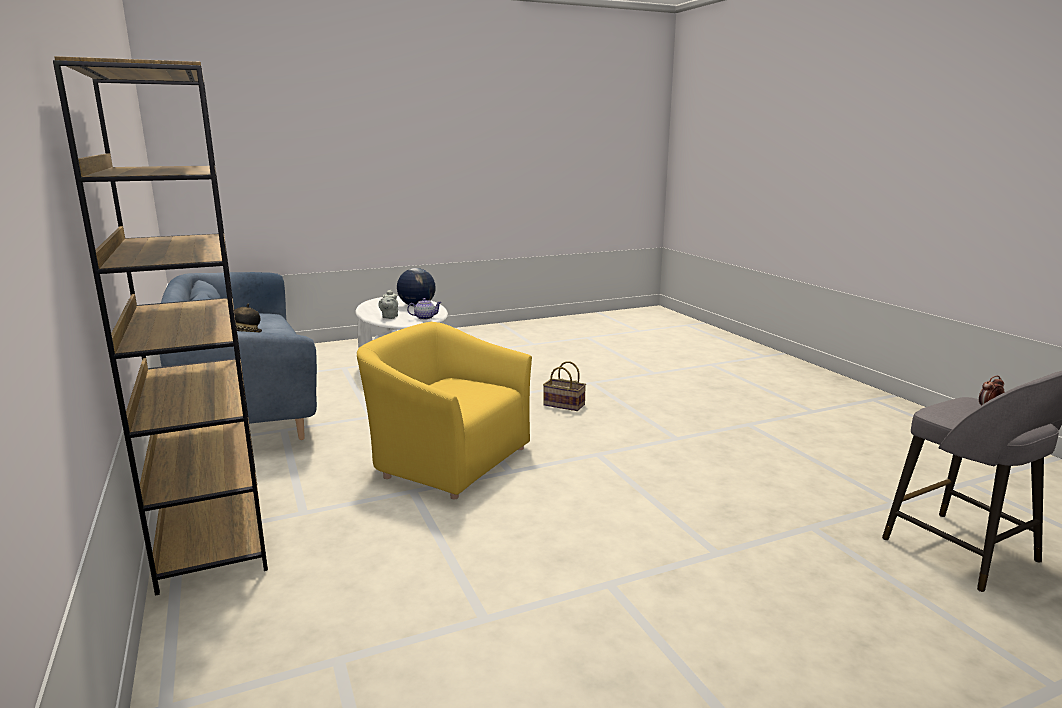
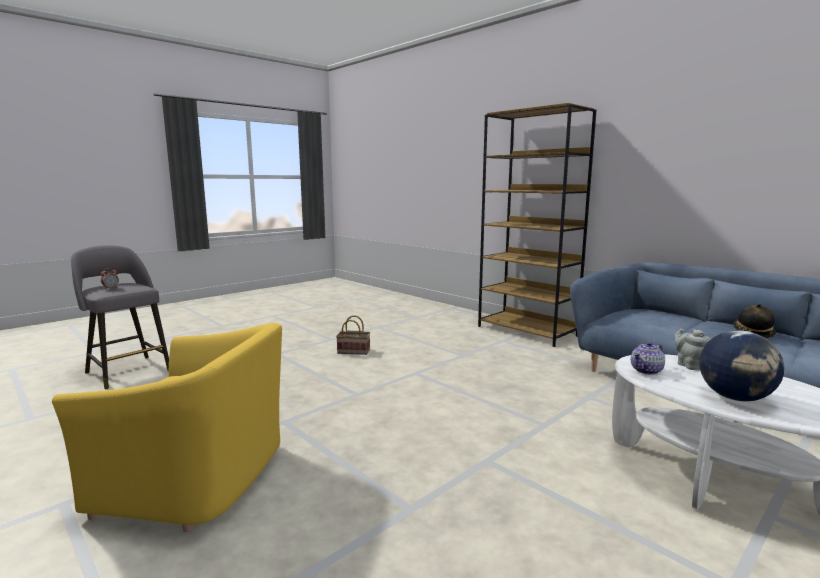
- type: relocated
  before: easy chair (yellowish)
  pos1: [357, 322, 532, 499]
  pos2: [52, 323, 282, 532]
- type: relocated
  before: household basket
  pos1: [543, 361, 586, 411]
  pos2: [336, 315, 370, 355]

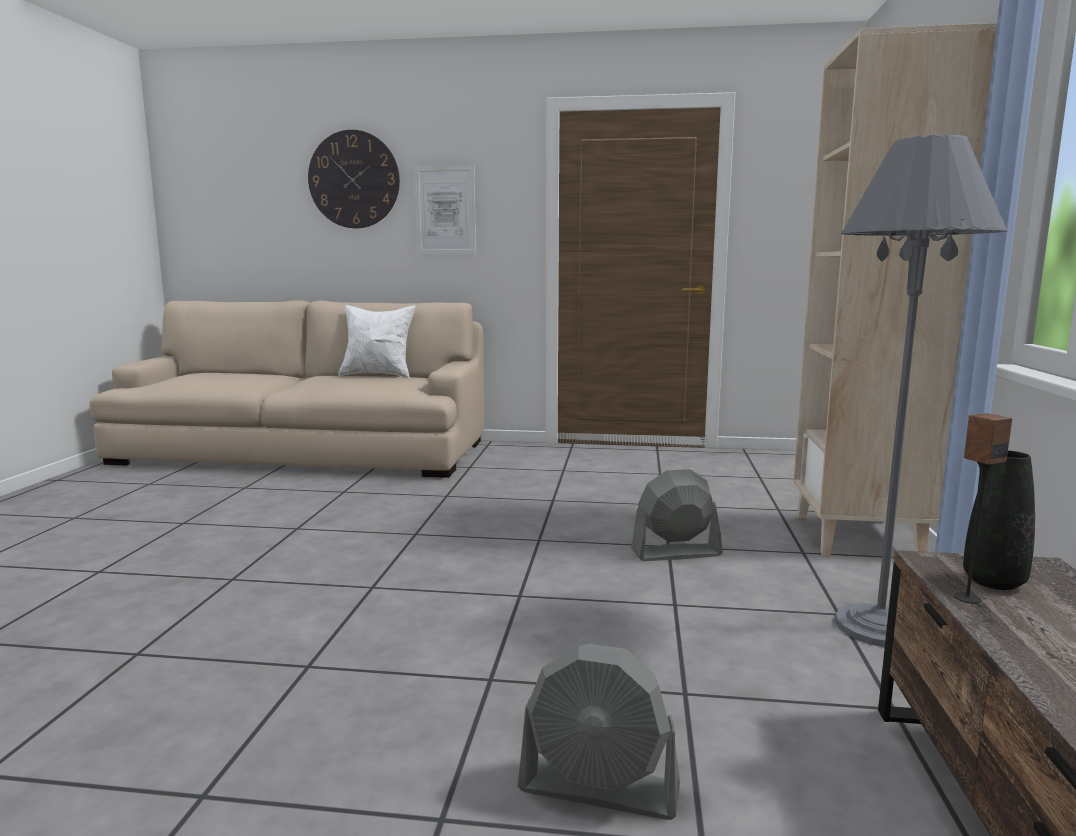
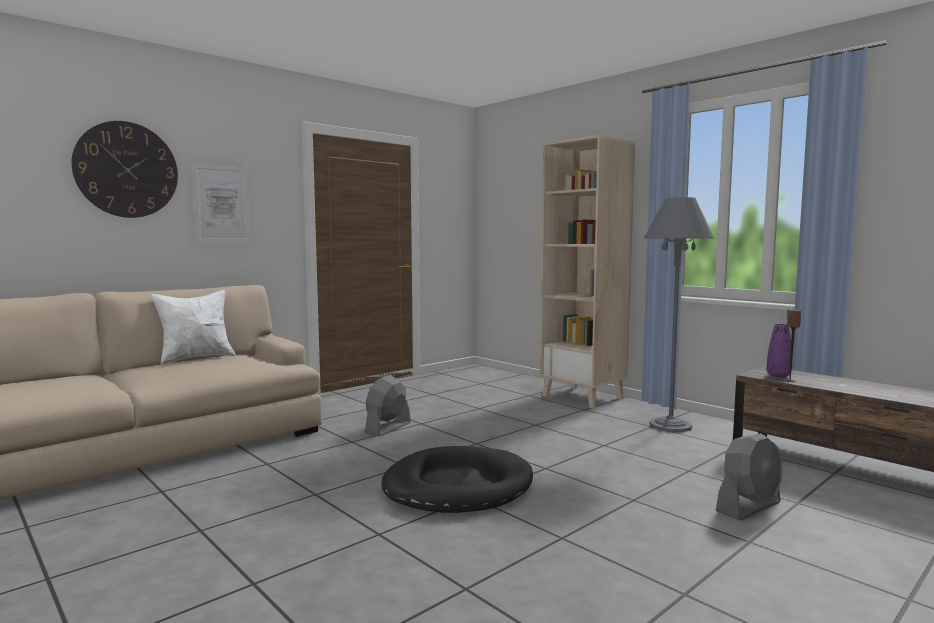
- type: relocated
  before: electric fan (greyish)
  pos1: [631, 469, 723, 561]
  pos2: [365, 375, 411, 436]
- type: colour
  before: decorative vase (blackish)
  after: decorative vase (purple-coloured)
  pos1: [963, 450, 1035, 590]
  pos2: [767, 324, 792, 377]
- type: appeared
  after: dog bed (blackish)
  pos2: [381, 446, 533, 513]

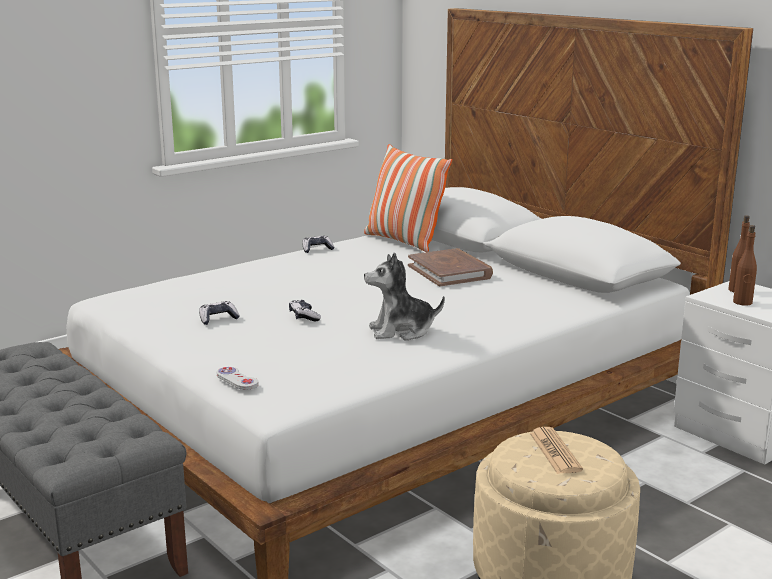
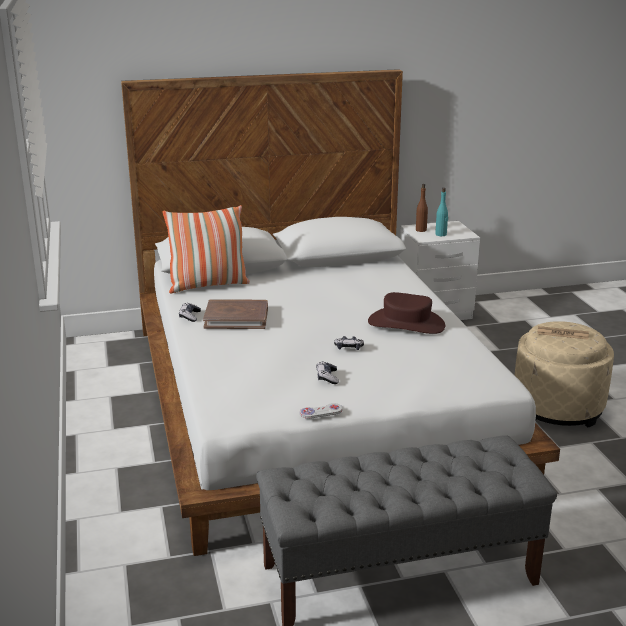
- type: relocated
  before: gamepad (whitish)
  pos1: [217, 367, 259, 390]
  pos2: [300, 403, 343, 419]
- type: exchanged
  before: cuddly toy
  after: wearable hat (brown-coloured)
  pos1: [364, 252, 445, 340]
  pos2: [368, 292, 445, 334]
- type: relocated
  before: book (brown-coloured)
  pos1: [408, 248, 493, 287]
  pos2: [203, 299, 268, 329]
- type: colour
  before: bottle (brown-coloured)
  after: bottle (turquoise-coloured)
  pos1: [733, 225, 757, 306]
  pos2: [435, 188, 448, 236]

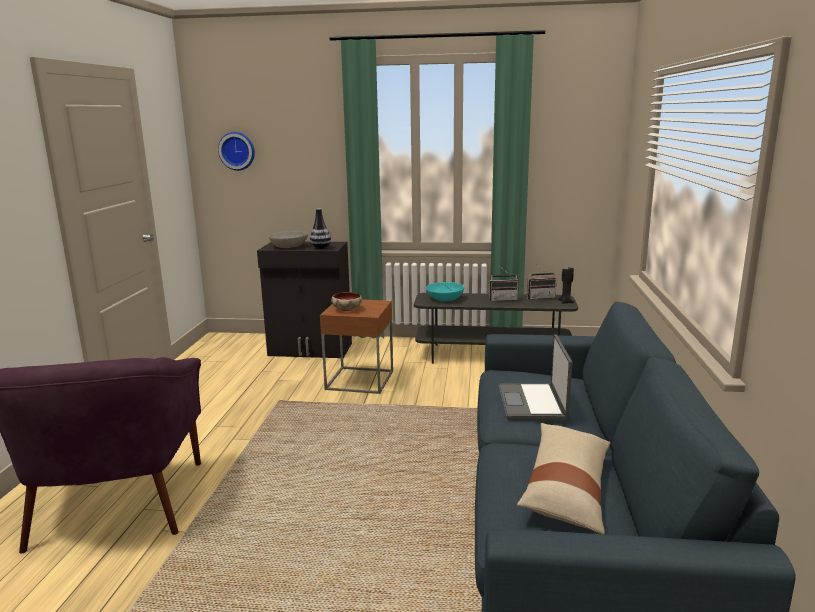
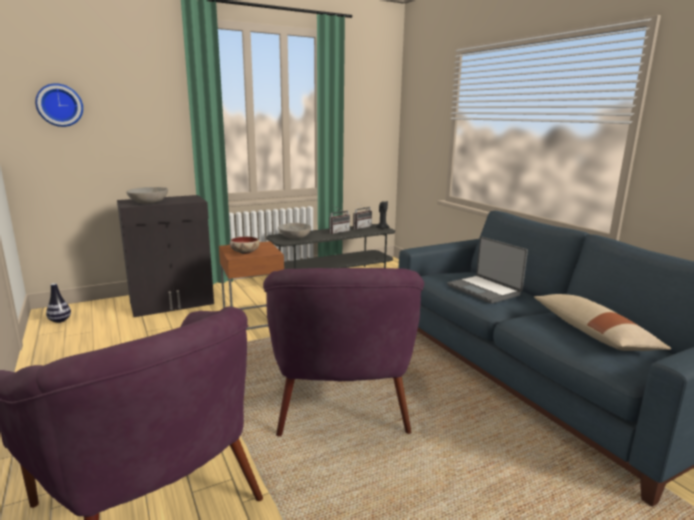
- type: relocated
  before: decorative vase
  pos1: [310, 208, 331, 249]
  pos2: [46, 283, 71, 323]
- type: colour
  before: serving bowl (turquoise-coloured)
  after: serving bowl (greyish)
  pos1: [426, 282, 464, 301]
  pos2: [278, 223, 311, 239]
- type: appeared
  after: easy chair (purple-coloured)
  pos2: [263, 268, 424, 436]

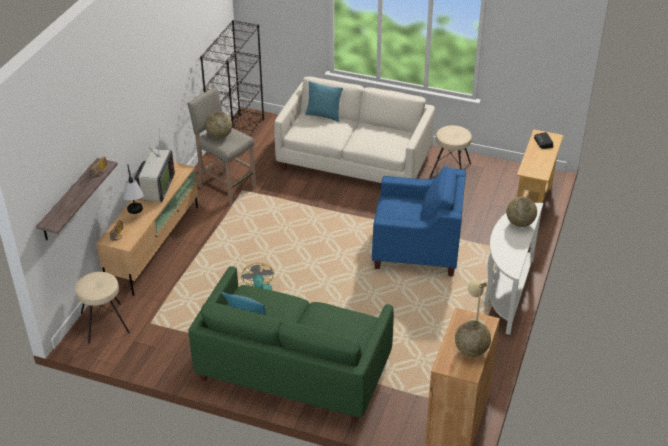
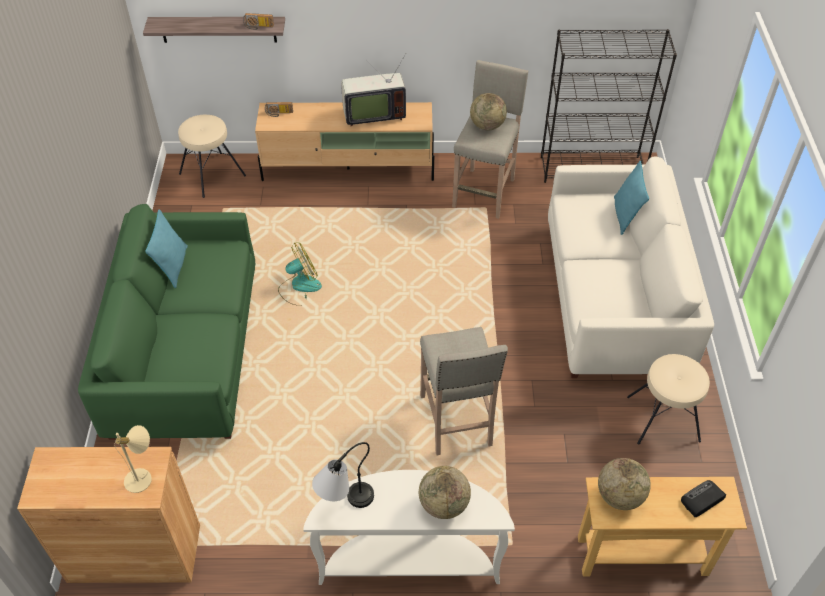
- type: relocated
  before: tabletop lamp
  pos1: [123, 164, 144, 214]
  pos2: [312, 442, 374, 508]
- type: exchanged
  before: easy chair (blue-coloured)
  after: sitting stool (beige)
  pos1: [372, 166, 466, 276]
  pos2: [420, 327, 508, 455]
- type: relocated
  before: globe
  pos1: [455, 321, 491, 357]
  pos2: [598, 458, 651, 510]

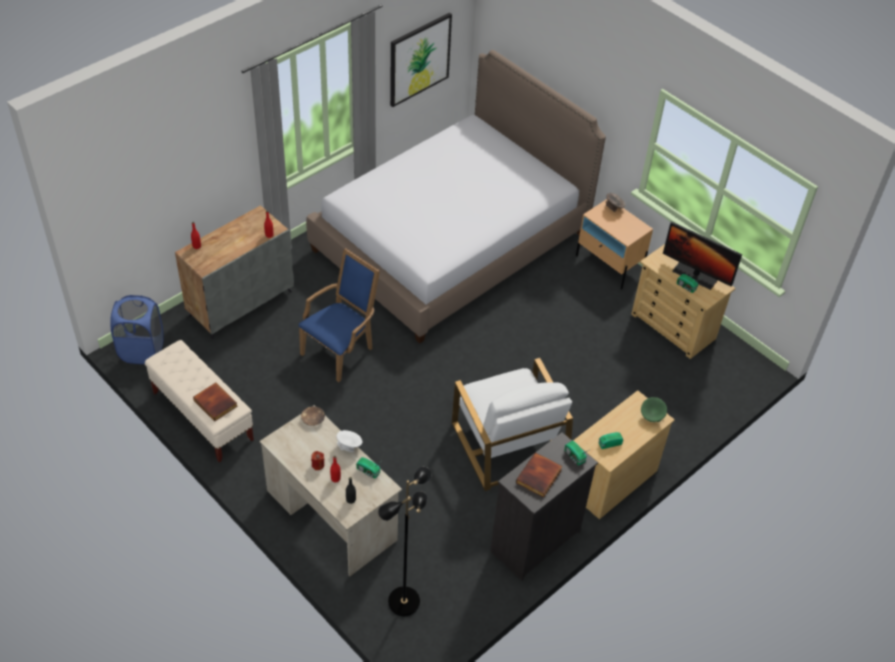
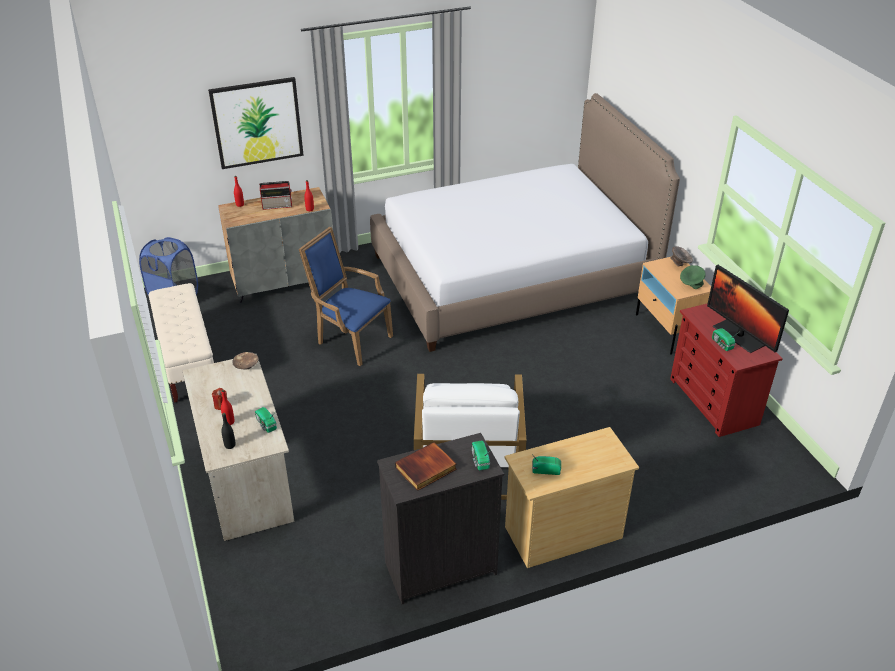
- type: missing
  before: book
  pos1: [193, 383, 238, 421]
- type: spun
  before: easy chair (blue-coloured)
  pos1: [299, 248, 380, 382]
  pos2: [299, 227, 393, 366]
  turn: -120
- type: missing
  before: serving bowl (whitish)
  pos1: [336, 430, 362, 452]
- type: missing
  before: standing lamp (blackish)
  pos1: [378, 467, 431, 616]
- type: relocated
  before: wall picture
  pos1: [390, 13, 452, 107]
  pos2: [208, 77, 304, 169]
- type: colour
  before: dresser (beige)
  after: dresser (reddish)
  pos1: [631, 244, 735, 359]
  pos2: [670, 303, 783, 437]
- type: relocated
  before: serving bowl (green)
  pos1: [641, 397, 667, 422]
  pos2: [680, 265, 706, 289]
- type: appeared
  after: radio
  pos2: [259, 181, 292, 210]

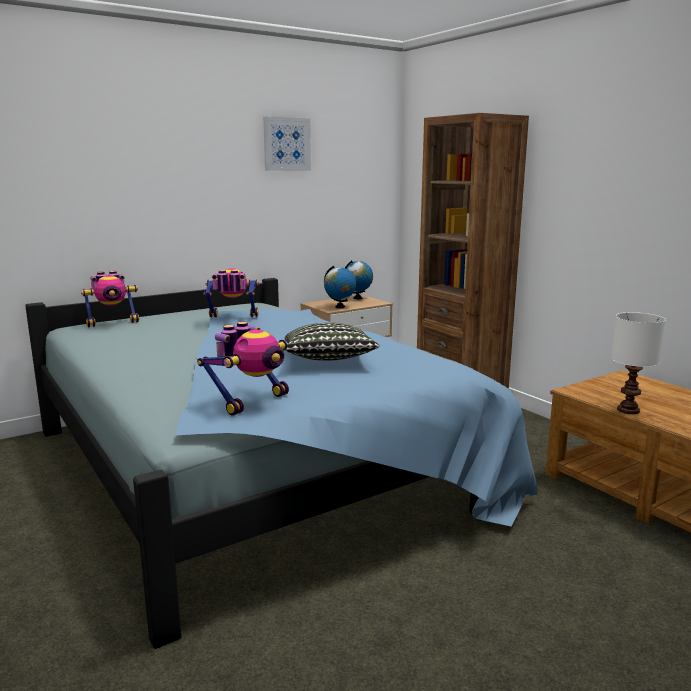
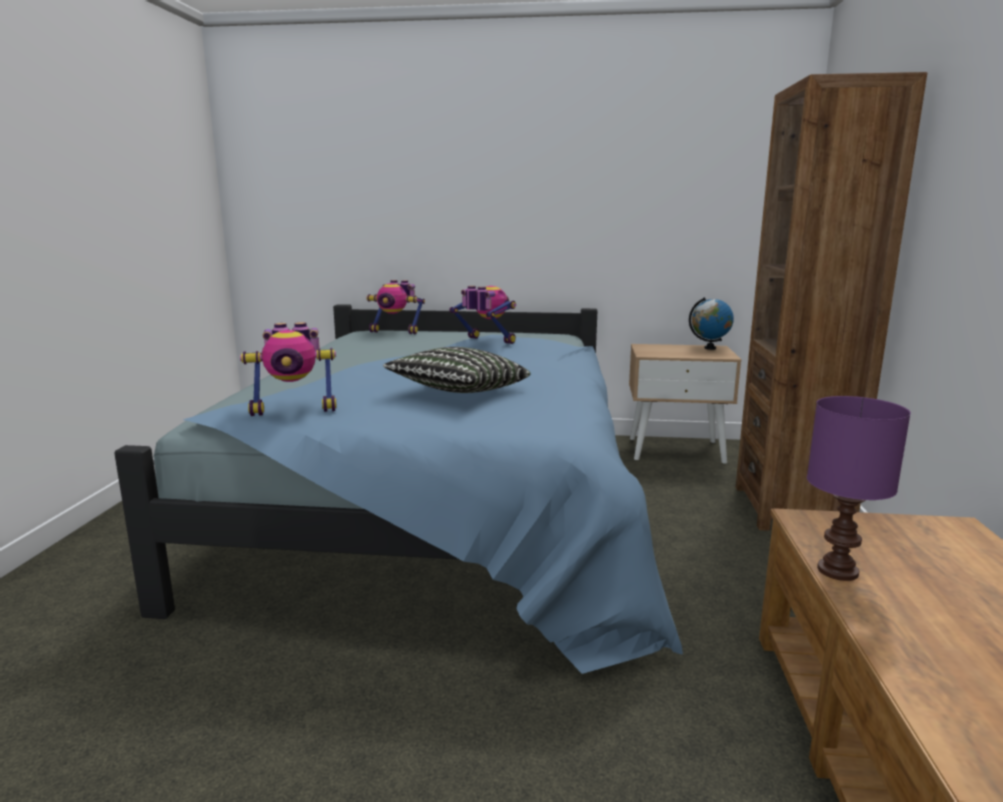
- type: missing
  before: wall picture
  pos1: [263, 117, 311, 171]
- type: missing
  before: globe
  pos1: [324, 266, 356, 308]
- type: colour
  before: tabletop lamp (whitish)
  after: tabletop lamp (purple-coloured)
  pos1: [611, 312, 666, 414]
  pos2: [807, 396, 911, 581]

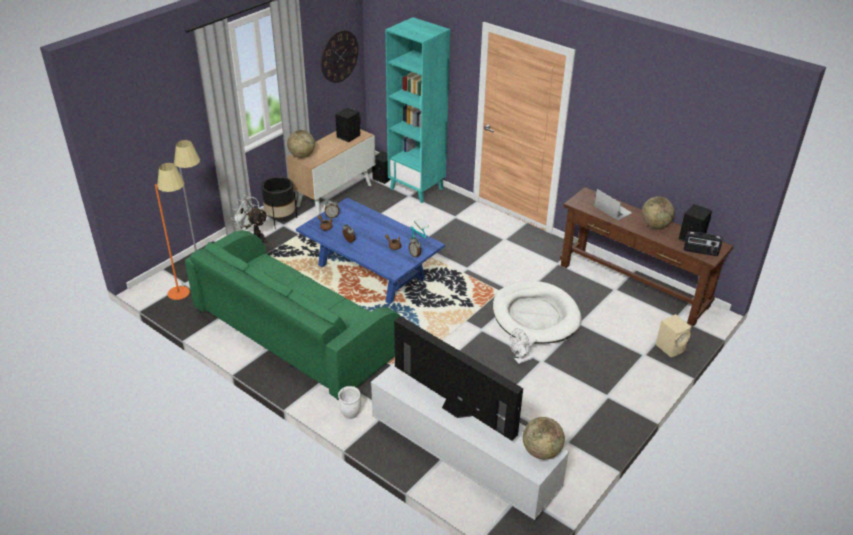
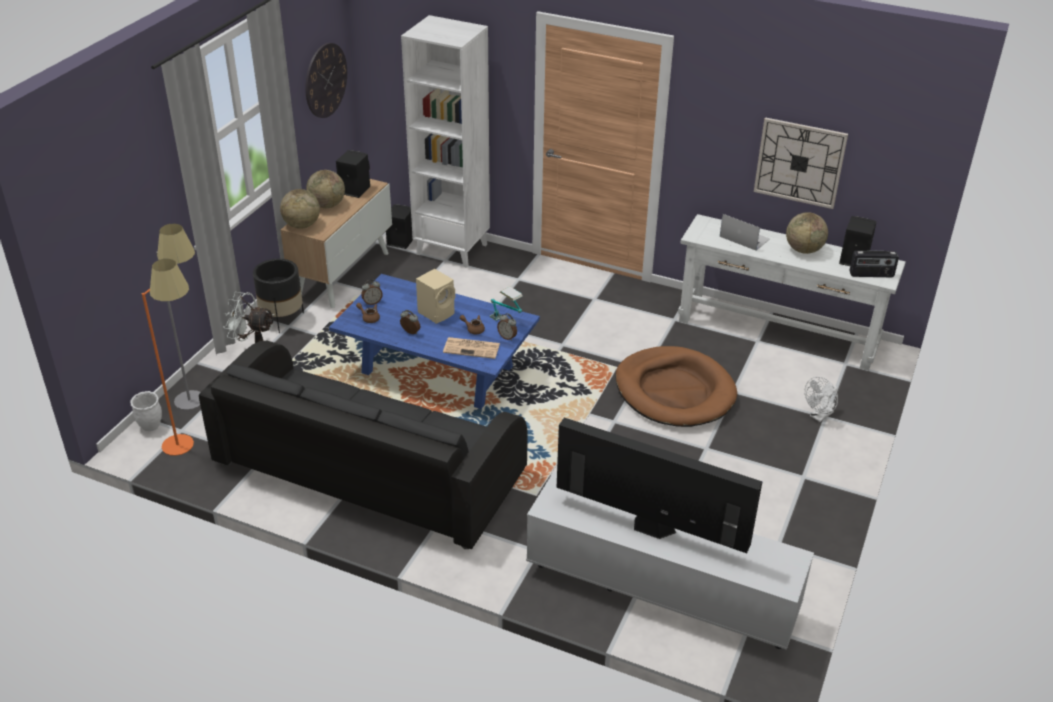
- type: colour
  before: sofa (green)
  after: sofa (blackish)
  pos1: [185, 230, 400, 400]
  pos2: [199, 341, 528, 549]
- type: relocated
  before: flower pot (whitish)
  pos1: [338, 386, 361, 419]
  pos2: [130, 391, 162, 431]
- type: colour
  before: bookcase (turquoise-coloured)
  after: bookcase (whitish)
  pos1: [385, 17, 450, 203]
  pos2: [401, 15, 490, 268]
- type: colour
  before: dog bed (whitish)
  after: dog bed (brown-coloured)
  pos1: [493, 281, 581, 344]
  pos2: [615, 346, 737, 427]
- type: relocated
  before: electric fan (whitish)
  pos1: [509, 328, 536, 364]
  pos2: [805, 377, 838, 422]
- type: relocated
  before: globe
  pos1: [523, 417, 565, 459]
  pos2: [306, 170, 345, 208]
- type: colour
  before: narrow table (brown-coloured)
  after: narrow table (whitish)
  pos1: [560, 187, 734, 326]
  pos2: [678, 214, 906, 371]
- type: relocated
  before: audio speaker (beige)
  pos1: [656, 314, 691, 357]
  pos2: [416, 269, 455, 324]
- type: appeared
  after: daily paper
  pos2: [443, 337, 500, 359]
- type: appeared
  after: clock on the wall
  pos2: [754, 117, 848, 209]

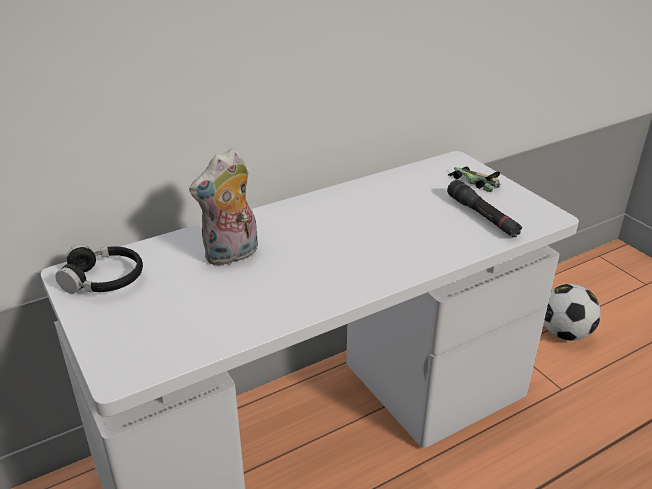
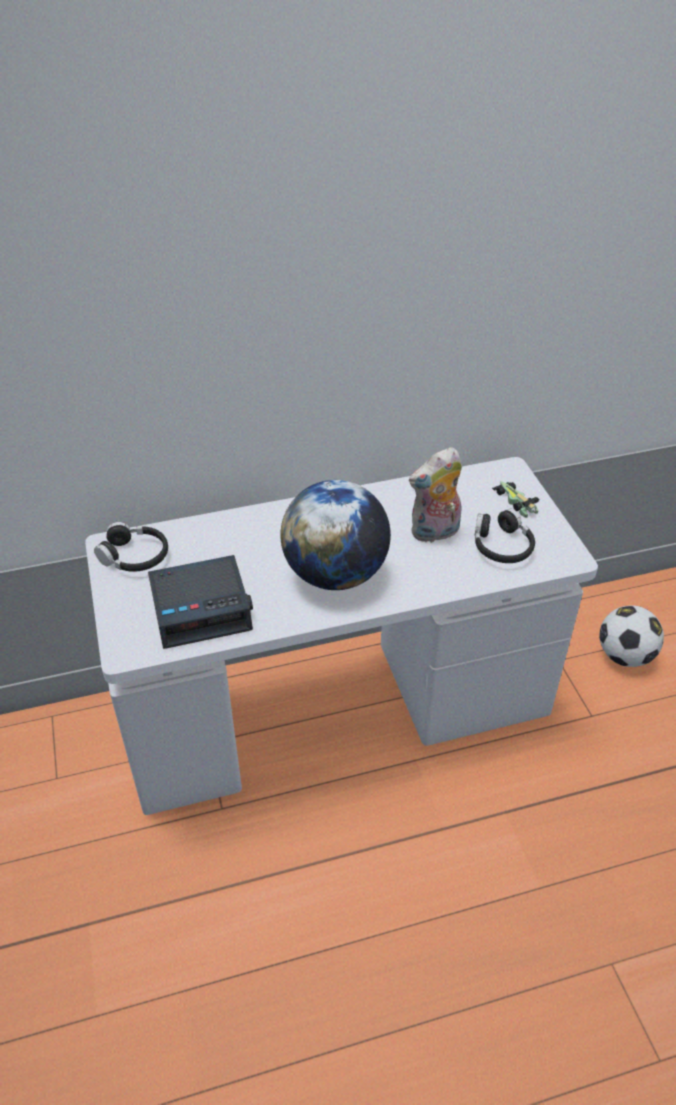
- type: relocated
  before: cuddly toy
  pos1: [189, 148, 258, 266]
  pos2: [409, 447, 462, 543]
- type: exchanged
  before: hand torch (blackish)
  after: headphones (blackish)
  pos1: [447, 180, 522, 237]
  pos2: [475, 509, 535, 563]
- type: appeared
  after: table clock
  pos2: [148, 555, 253, 649]
- type: appeared
  after: globe
  pos2: [280, 480, 391, 590]

